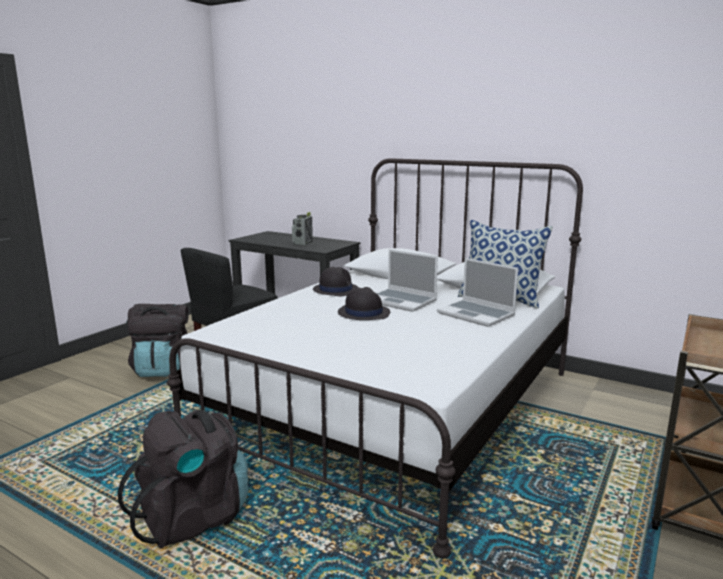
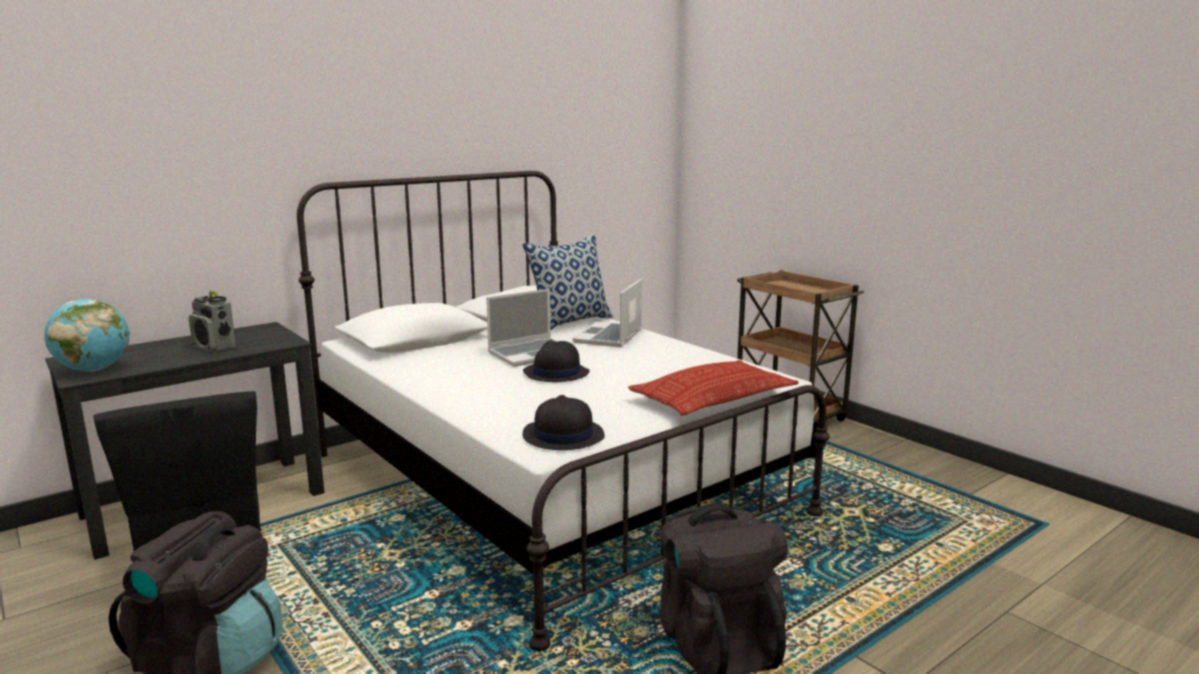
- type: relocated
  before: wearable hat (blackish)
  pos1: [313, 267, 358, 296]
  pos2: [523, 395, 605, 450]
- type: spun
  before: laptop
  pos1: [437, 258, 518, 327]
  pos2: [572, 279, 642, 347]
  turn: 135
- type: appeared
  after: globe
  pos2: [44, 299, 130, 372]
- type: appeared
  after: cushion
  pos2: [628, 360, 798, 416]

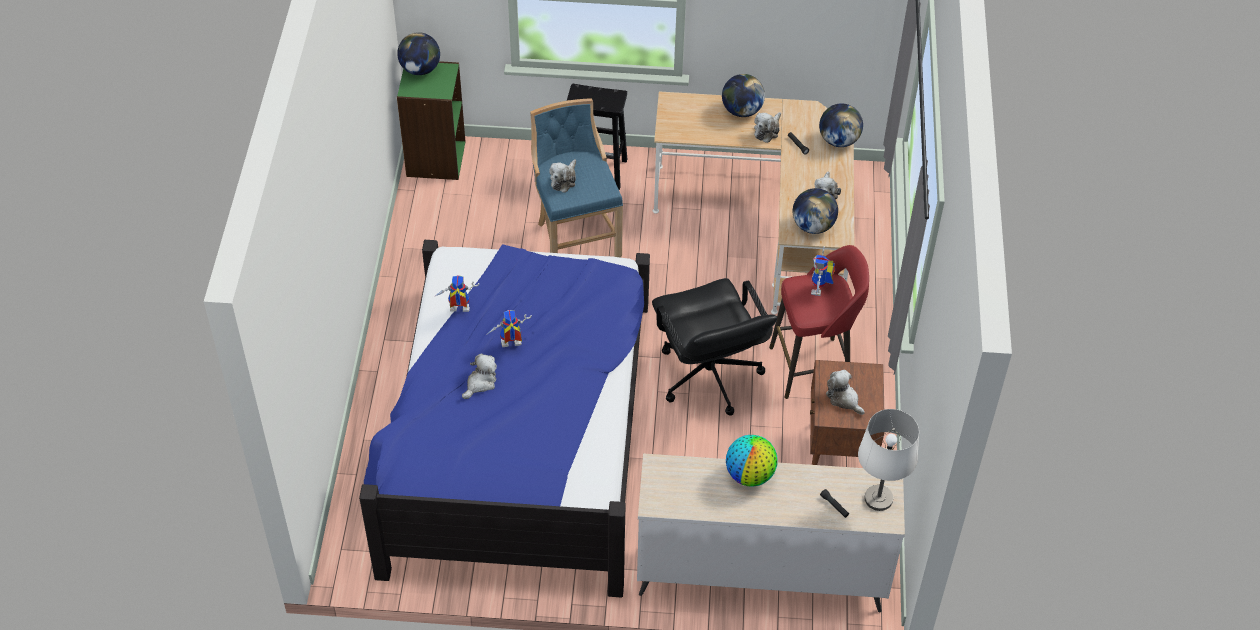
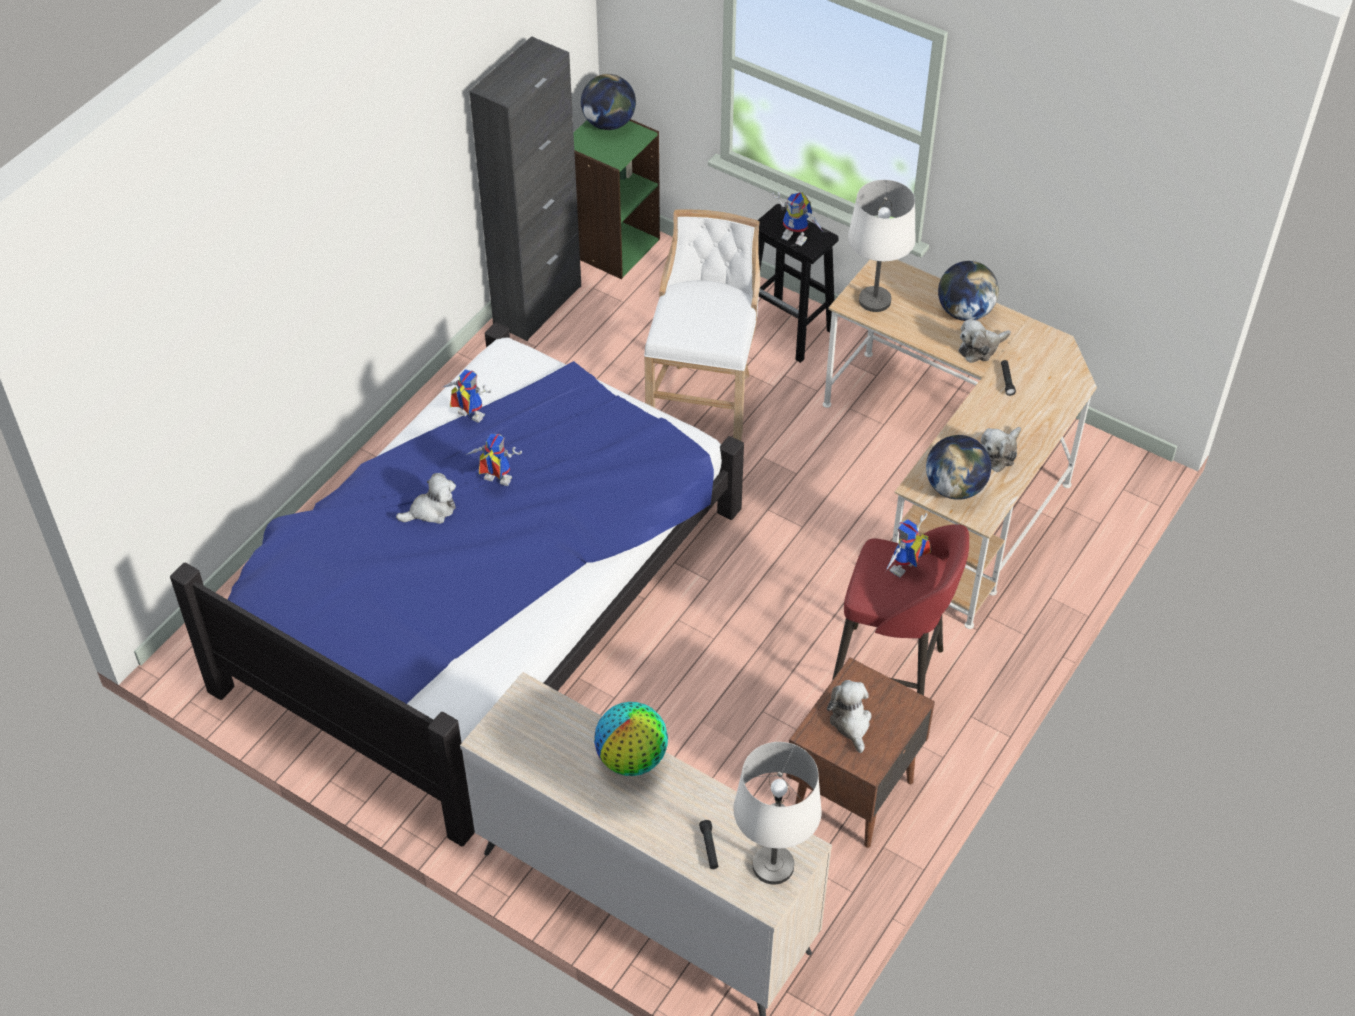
- type: colour
  before: sitting stool (blue-coloured)
  after: sitting stool (whitish)
  pos1: [530, 98, 623, 258]
  pos2: [644, 209, 760, 442]
- type: missing
  before: cuddly toy
  pos1: [549, 159, 576, 193]
- type: missing
  before: desk chair (blackish)
  pos1: [652, 278, 777, 416]
- type: missing
  before: globe
  pos1: [819, 103, 863, 147]
- type: appeared
  after: storage cabinet (blackish)
  pos2: [469, 36, 581, 341]
- type: appeared
  after: toy robot
  pos2: [772, 192, 823, 246]
- type: appeared
  after: tabletop lamp (whitish)
  pos2: [848, 180, 916, 312]

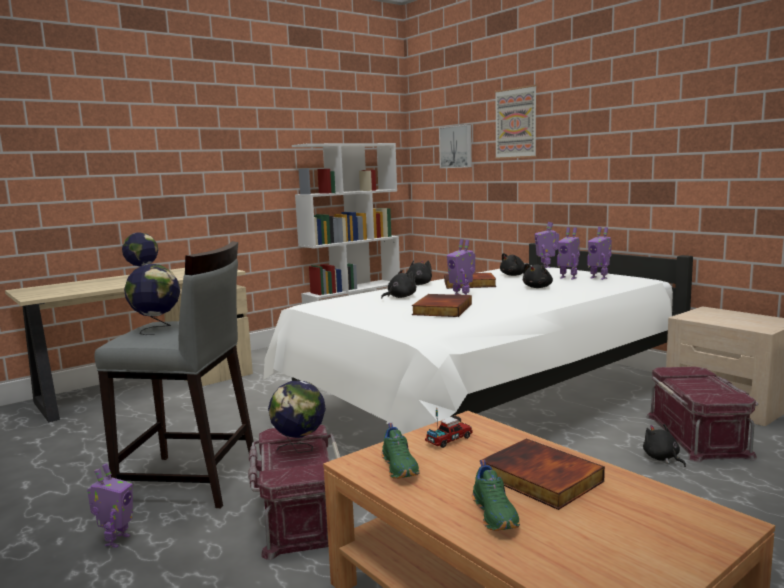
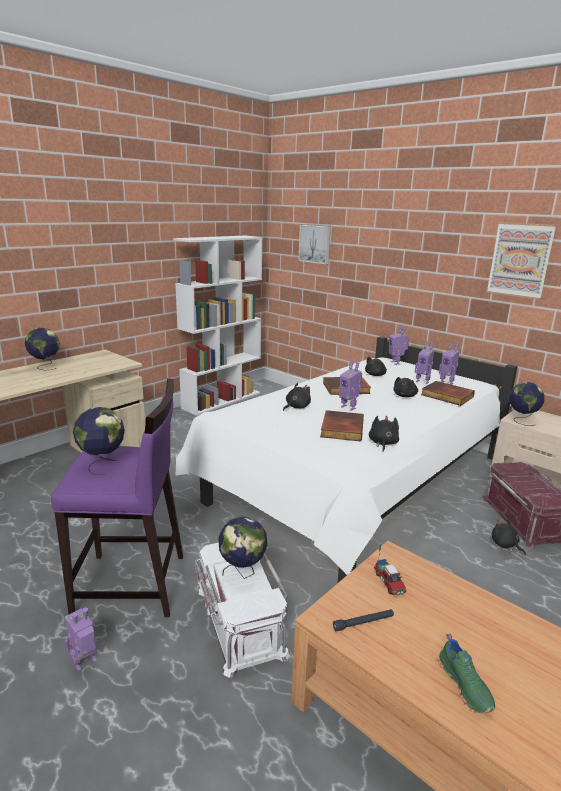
- type: spun
  before: toy robot
  pos1: [87, 463, 133, 548]
  pos2: [65, 608, 97, 671]
  turn: -135
- type: colour
  before: sitting stool (greyish)
  after: sitting stool (purple-coloured)
  pos1: [94, 241, 254, 508]
  pos2: [51, 378, 183, 617]
- type: colour
  before: storage container (reddish)
  after: storage container (whitish)
  pos1: [248, 425, 340, 560]
  pos2: [195, 543, 290, 678]
- type: exchanged
  before: shoe (green)
  after: hand torch (blackish)
  pos1: [381, 423, 419, 479]
  pos2: [333, 609, 394, 631]
- type: relocated
  before: cuddly toy (blackish)
  pos1: [406, 260, 432, 285]
  pos2: [369, 415, 399, 452]
- type: spun
  before: toy truck
  pos1: [425, 410, 473, 448]
  pos2: [374, 544, 407, 595]
  turn: 120
- type: relocated
  before: book
  pos1: [482, 438, 605, 510]
  pos2: [421, 381, 475, 406]
- type: relocated
  before: wall picture
  pos1: [494, 85, 537, 159]
  pos2: [487, 222, 556, 300]
- type: appeared
  after: globe
  pos2: [509, 382, 545, 426]

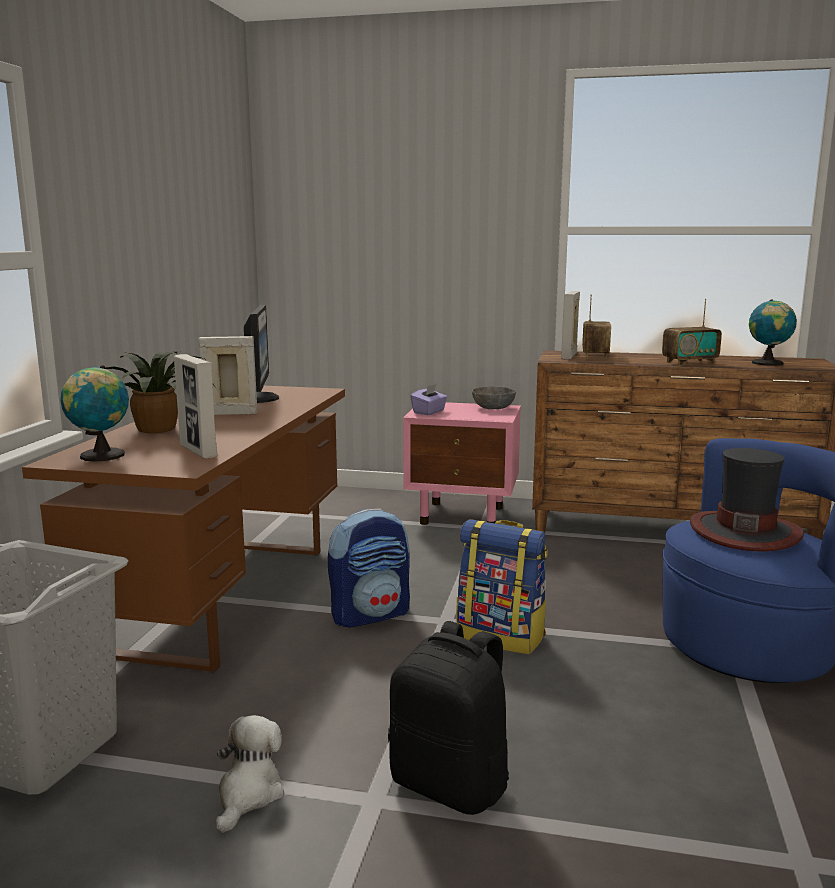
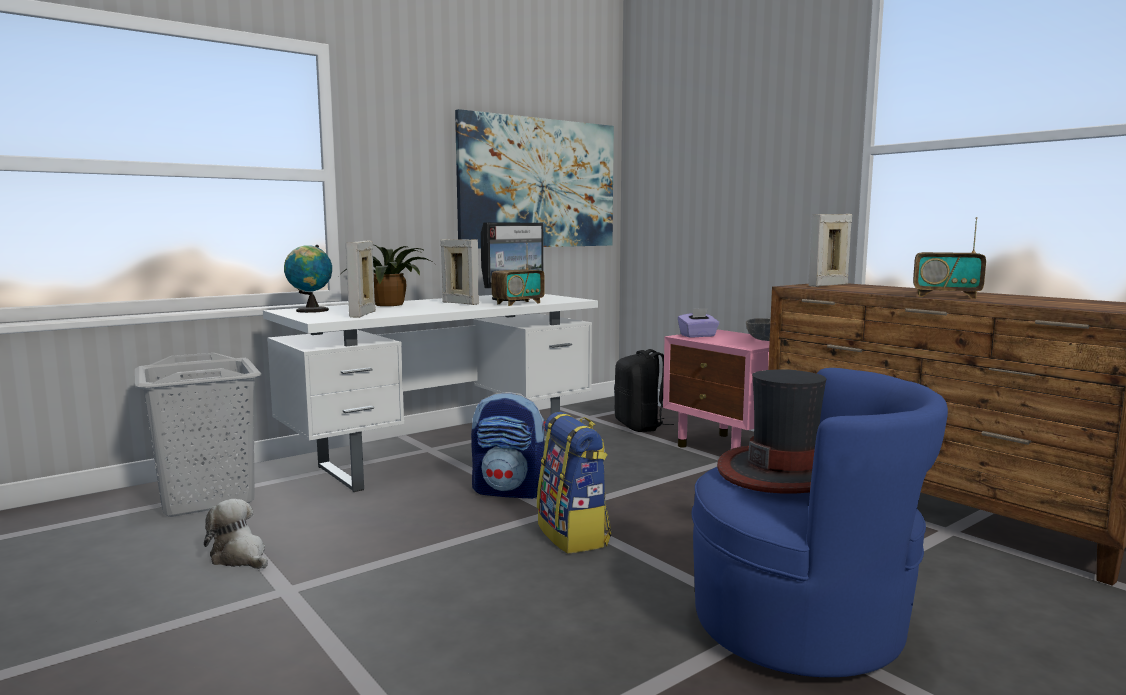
- type: colour
  before: desk table (brown-coloured)
  after: desk table (whitish)
  pos1: [22, 386, 345, 673]
  pos2: [263, 294, 598, 492]
- type: spun
  before: cuddly toy
  pos1: [216, 715, 284, 833]
  pos2: [204, 499, 268, 569]
  turn: -105
- type: relocated
  before: rucksack (blackish)
  pos1: [388, 621, 509, 815]
  pos2: [614, 349, 674, 432]
- type: relocated
  before: radio
  pos1: [582, 295, 611, 359]
  pos2: [491, 243, 545, 306]
- type: missing
  before: globe
  pos1: [749, 299, 797, 366]
- type: appeared
  after: wall picture
  pos2: [455, 109, 614, 249]

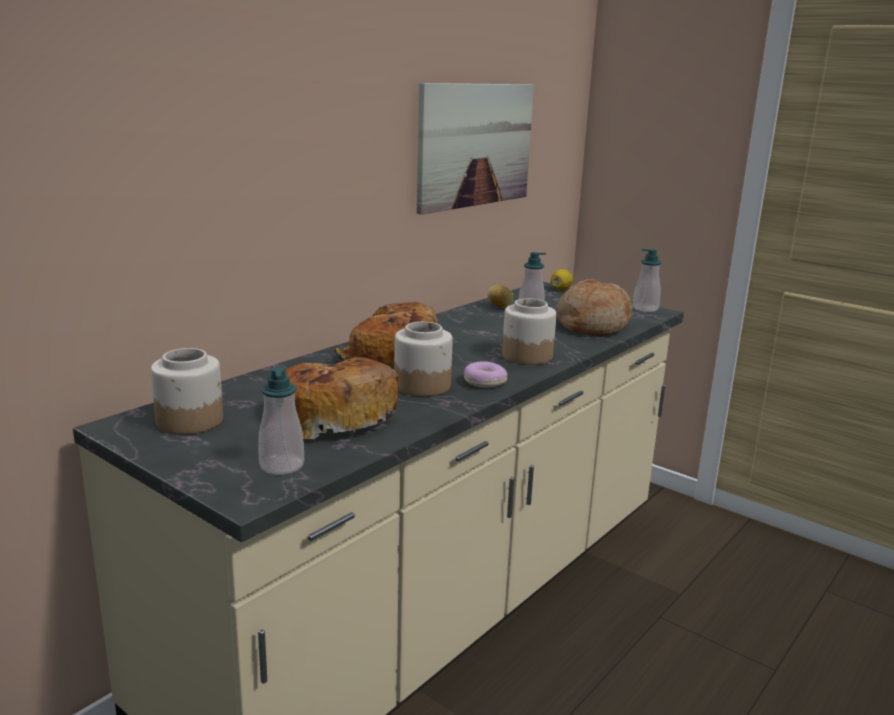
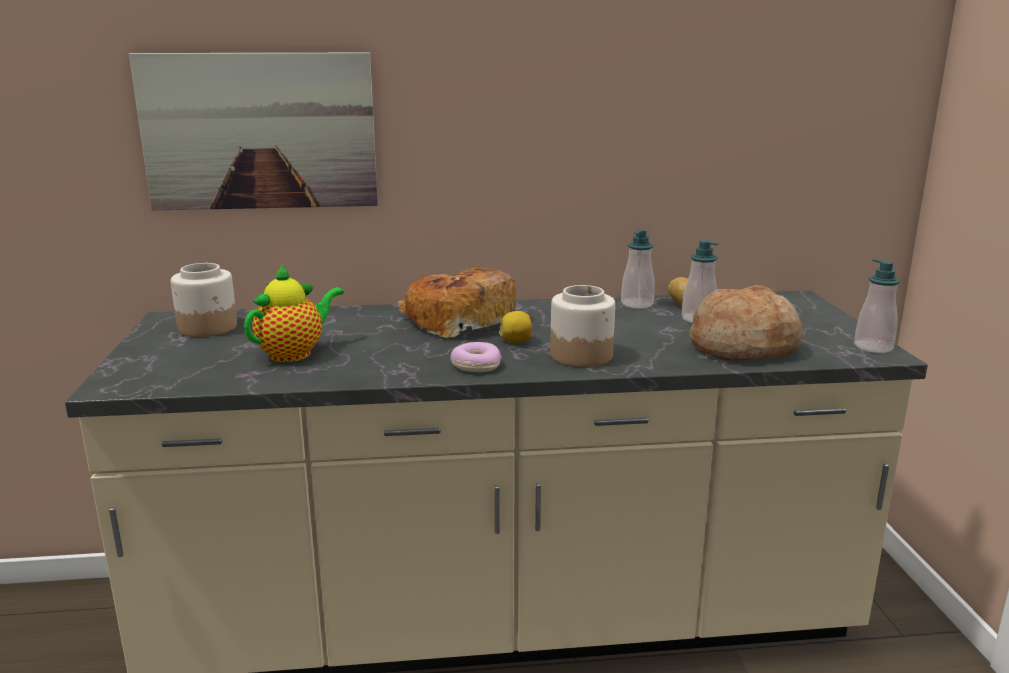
- type: relocated
  before: soap dispenser
  pos1: [258, 367, 304, 475]
  pos2: [621, 229, 655, 309]
- type: exchanged
  before: bakery bread
  after: pot for tea
  pos1: [285, 357, 399, 439]
  pos2: [244, 265, 344, 362]
- type: missing
  before: preserve jar
  pos1: [394, 322, 453, 396]
- type: relocated
  before: wall picture
  pos1: [417, 83, 534, 215]
  pos2: [129, 52, 378, 211]
- type: relocated
  before: citrus fruit
  pos1: [551, 269, 573, 290]
  pos2: [499, 311, 532, 343]

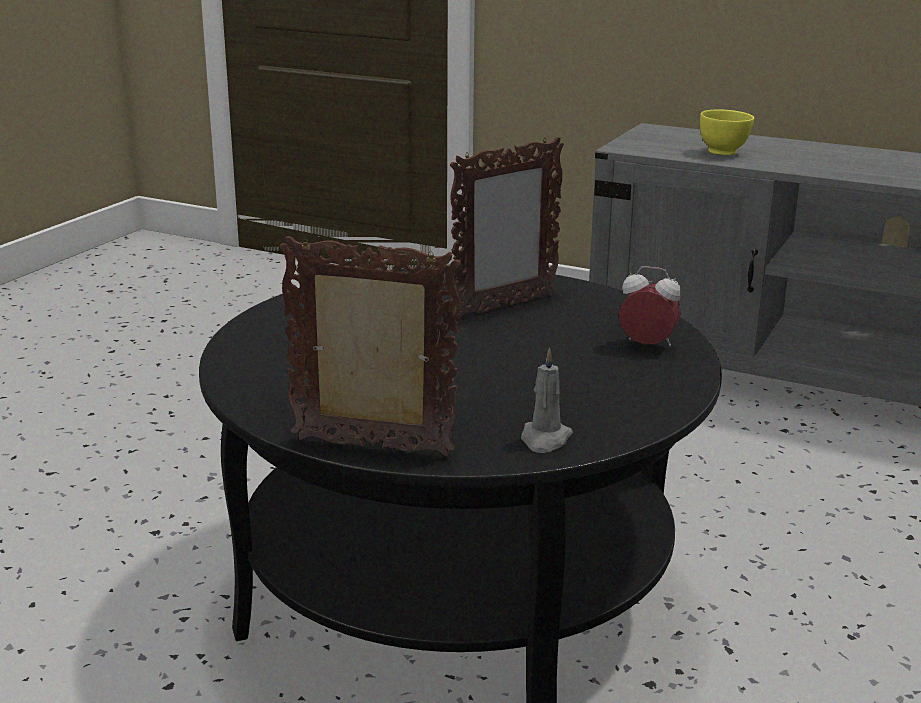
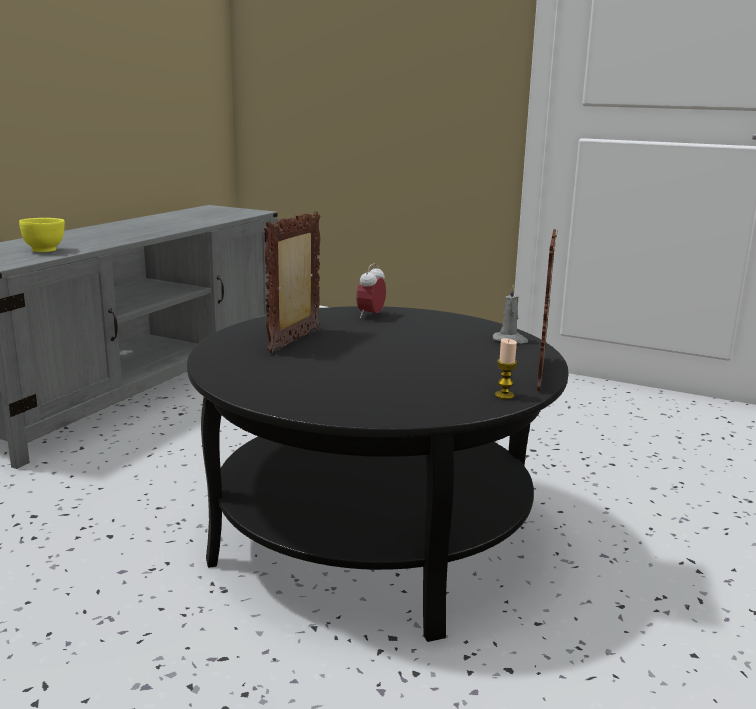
- type: spun
  before: picture frame
  pos1: [450, 137, 564, 319]
  pos2: [264, 211, 320, 353]
  turn: -120
- type: appeared
  after: wax light
  pos2: [495, 338, 517, 399]

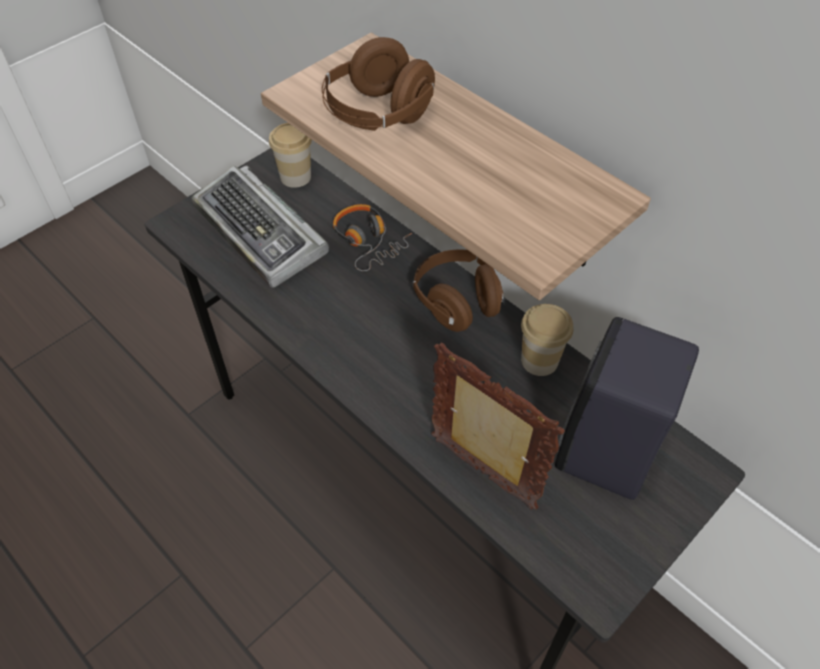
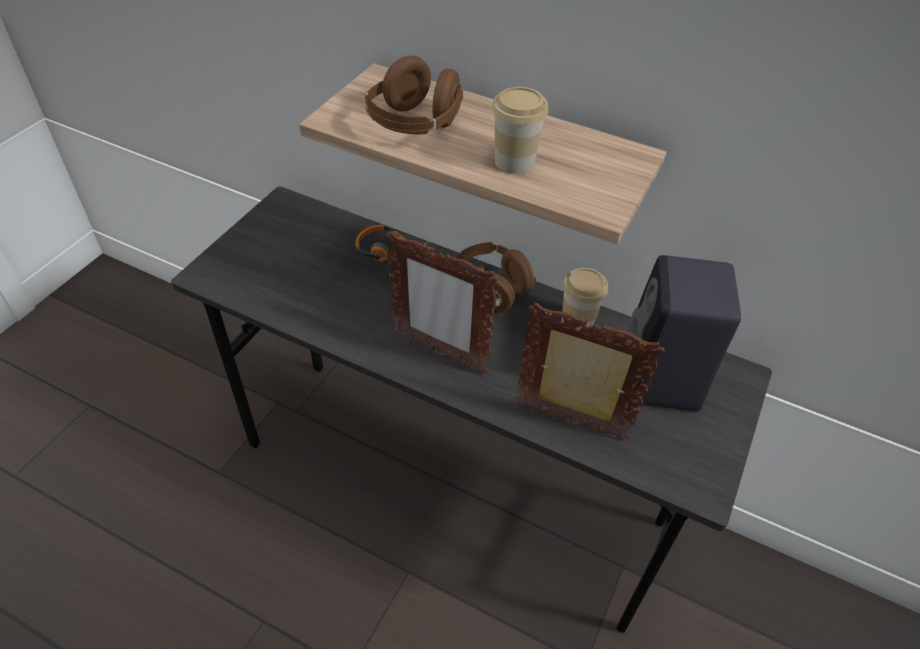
- type: missing
  before: PC keyboard
  pos1: [191, 166, 329, 288]
- type: relocated
  before: cup
  pos1: [269, 123, 312, 188]
  pos2: [492, 87, 548, 174]
- type: appeared
  after: picture frame
  pos2: [385, 232, 499, 374]

